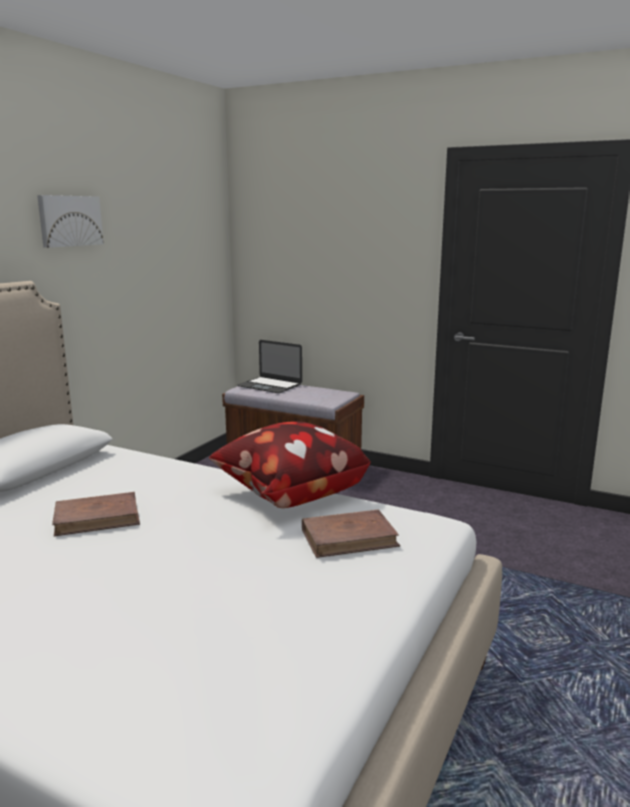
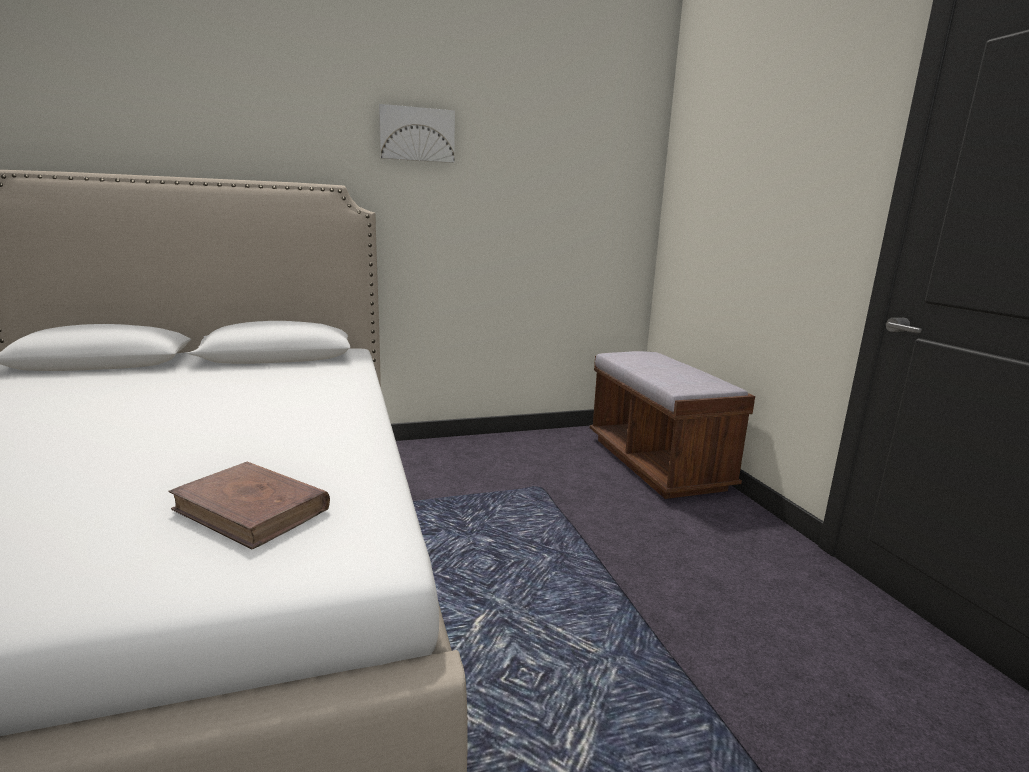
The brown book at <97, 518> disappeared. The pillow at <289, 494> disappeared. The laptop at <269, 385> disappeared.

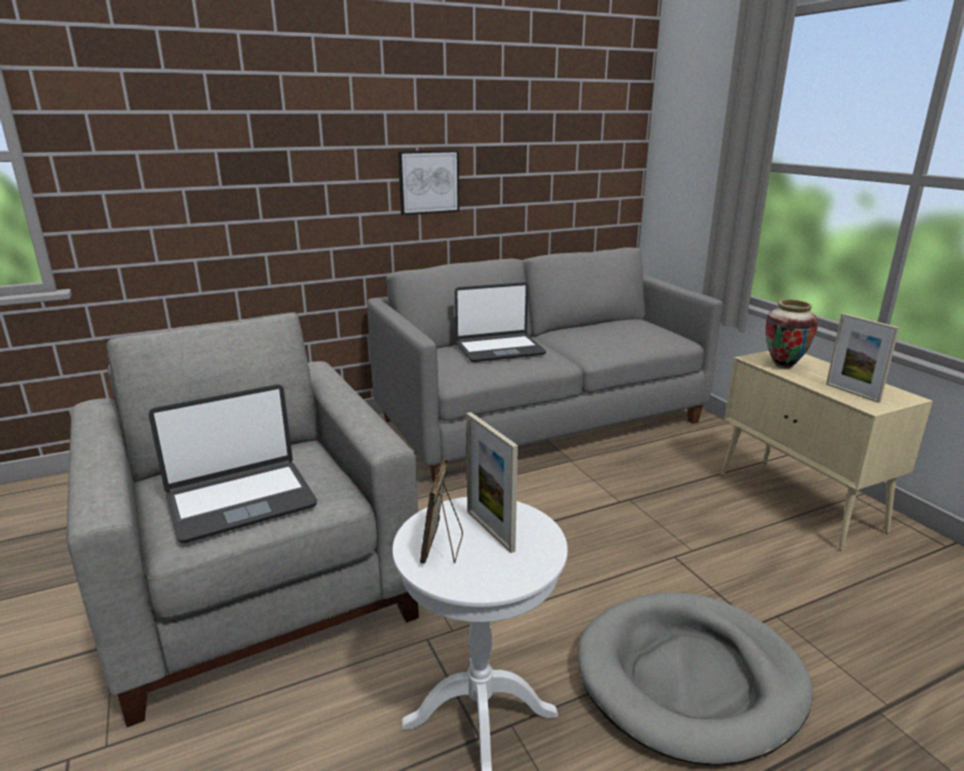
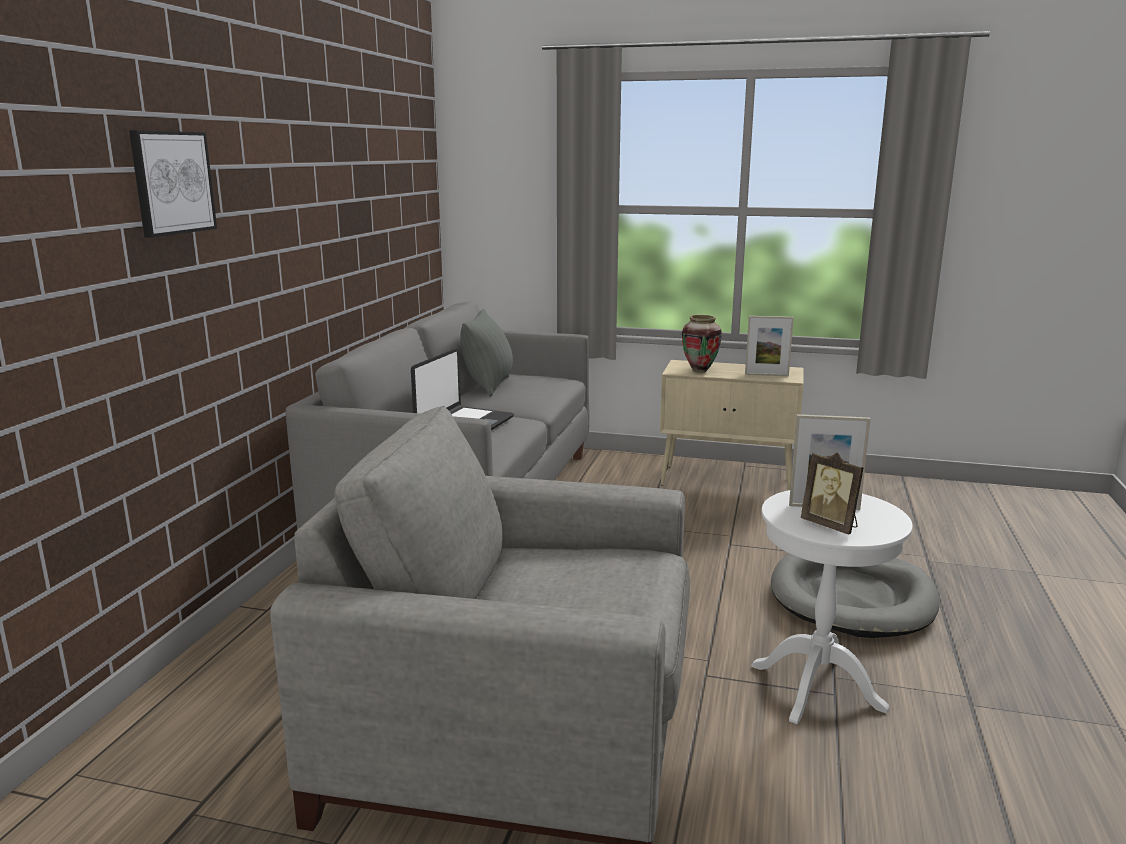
The laptop at <241, 501> disappeared. The grey pillow at <489, 386> appeared. The picture moved from <428, 182> to <172, 182>.

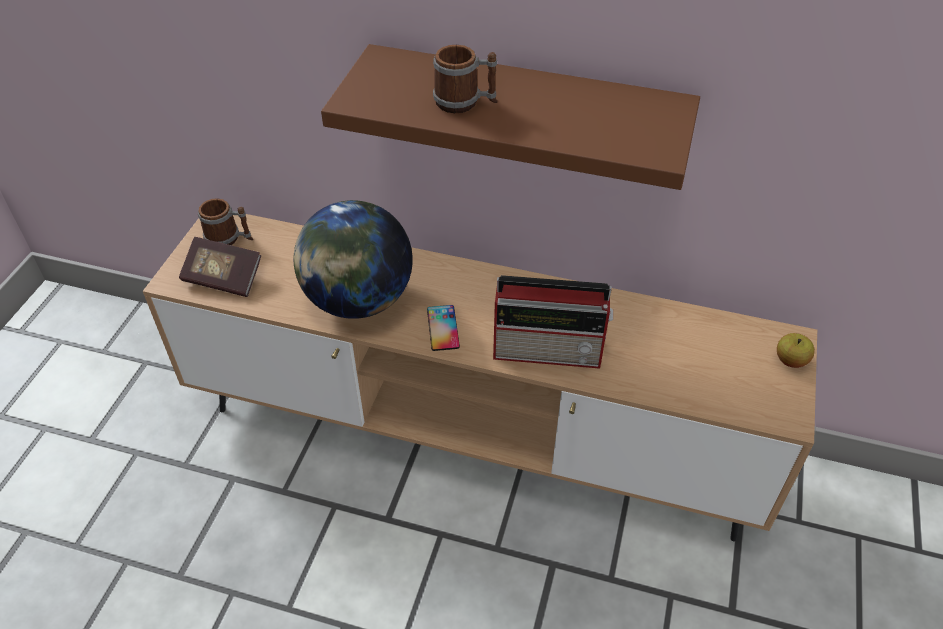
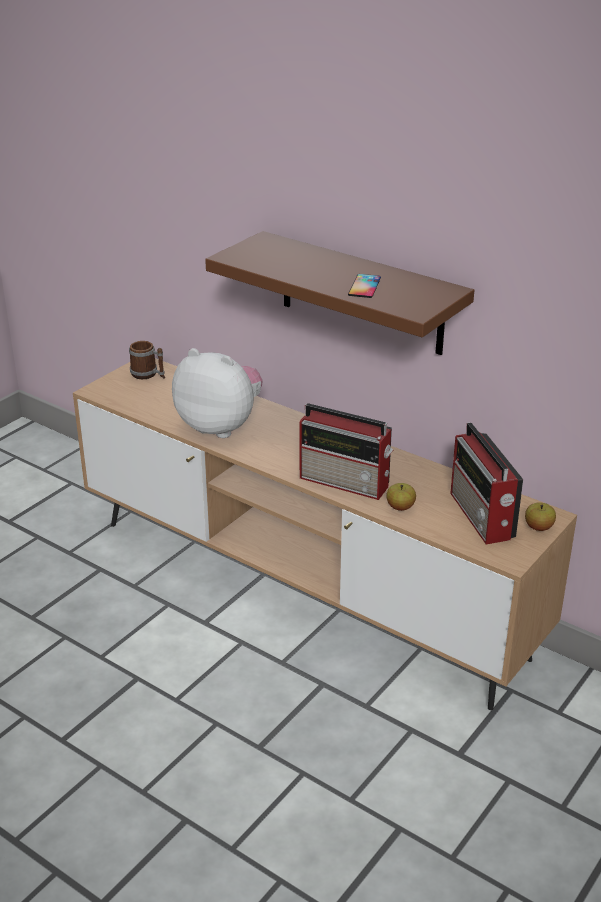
The book at <223, 278> disappeared. The mug at <465, 102> disappeared. The apple at <400, 507> appeared. The radio at <482, 517> appeared. The phone moved from <443, 328> to <364, 286>. The globe at <358, 300> was replaced by the plush toy at <220, 426>.

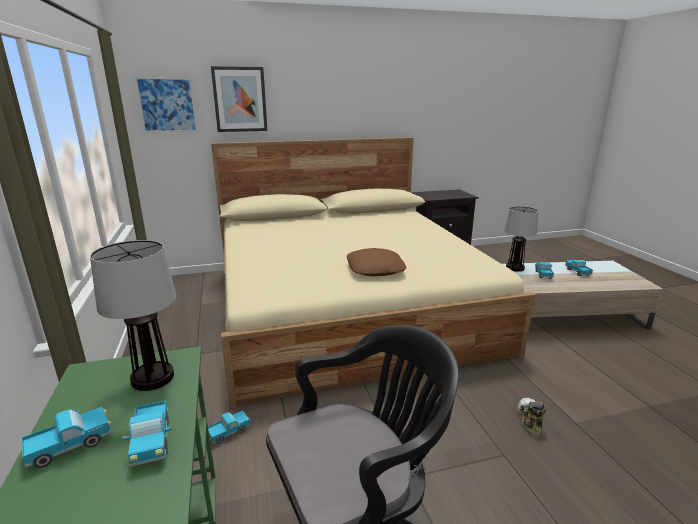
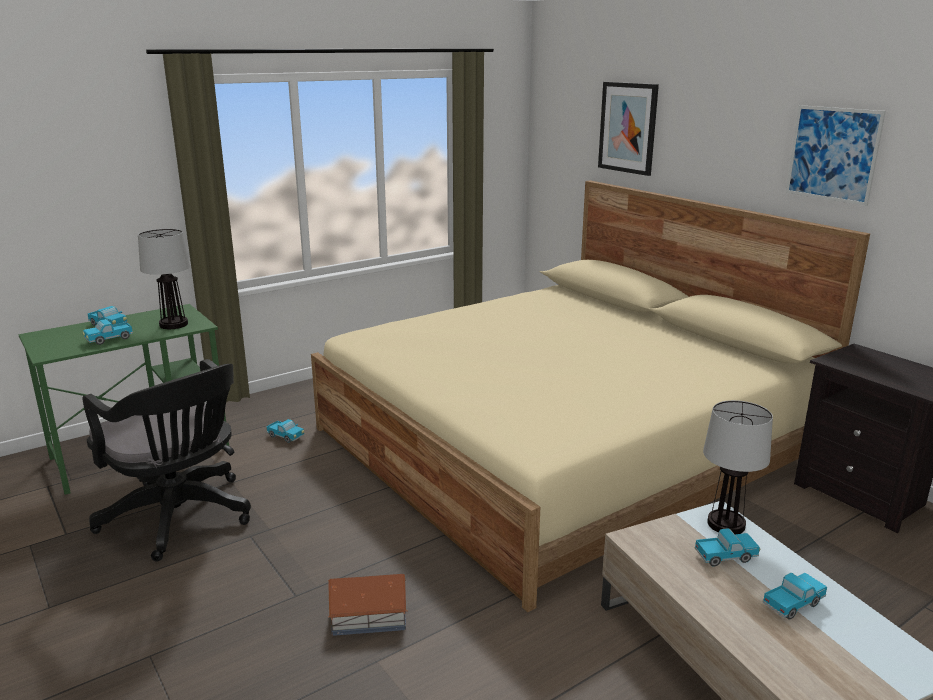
The brown pillow at <375, 269> disappeared. The picture moved from <167, 105> to <833, 154>. The shoe at <529, 419> was replaced by the toy house at <368, 616>.

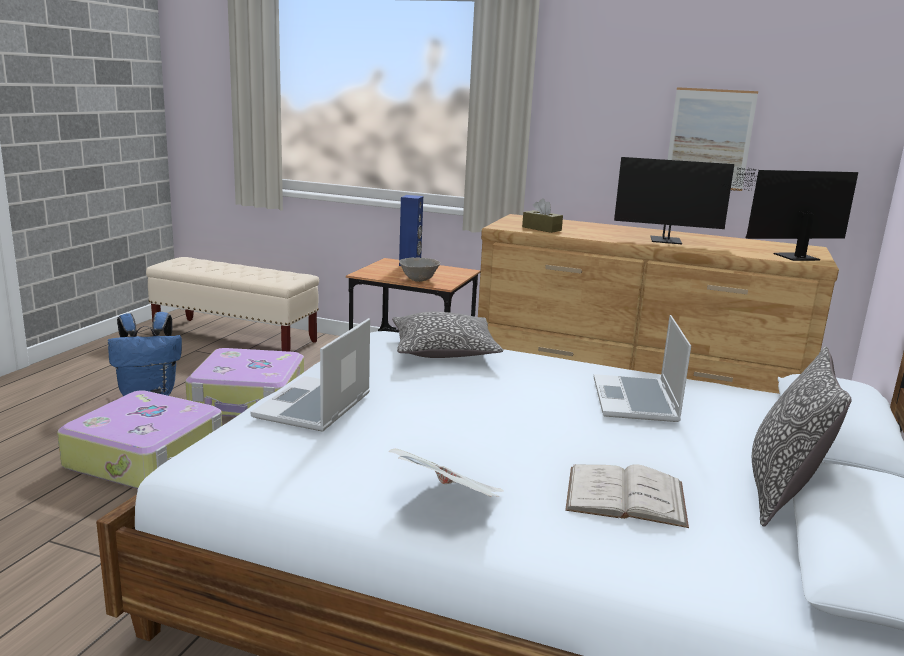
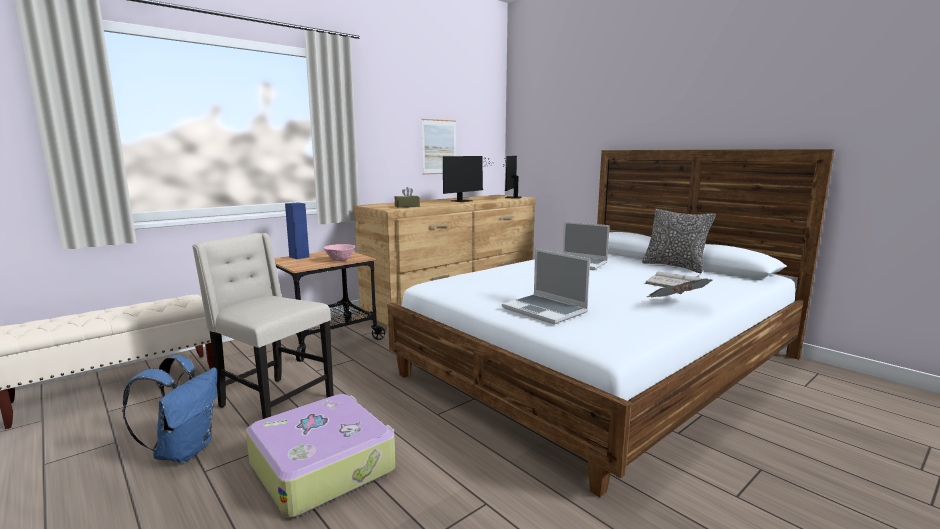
The pillow at <444, 350> disappeared. The suitcase at <249, 399> was replaced by the beige chair at <273, 402>. The grey bowl at <419, 279> became the pink bowl at <340, 260>.

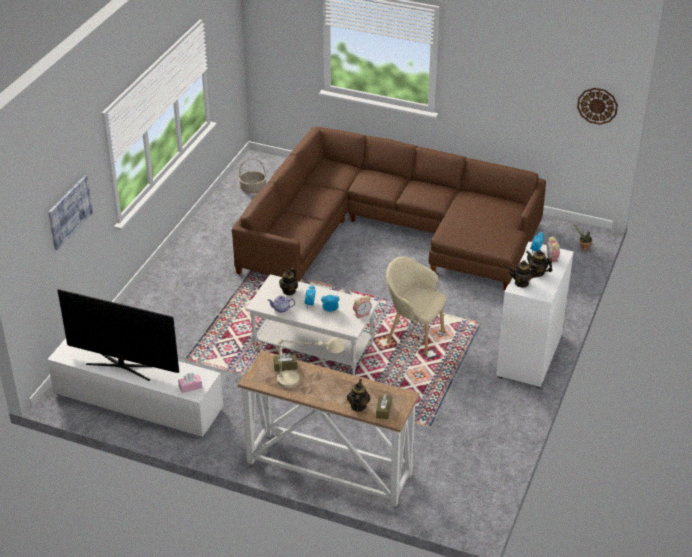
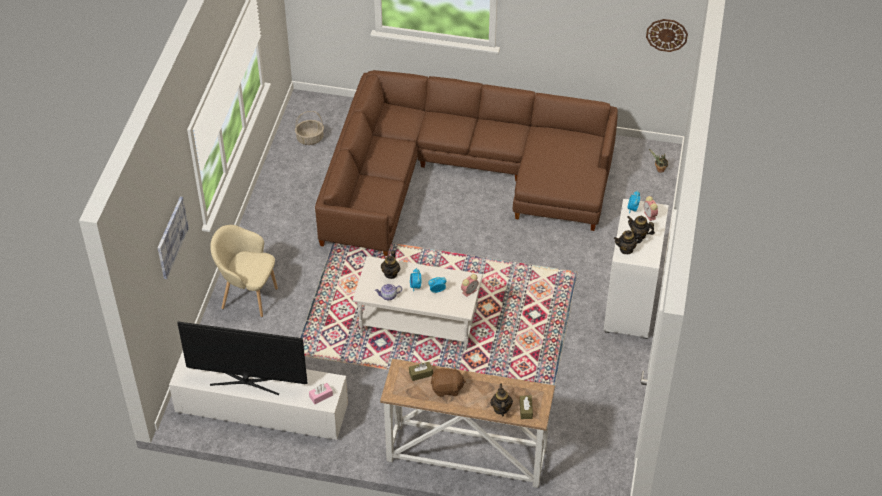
The beige armchair moved from <413, 336> to <248, 296>. The beige table lamp at <308, 382> was replaced by the brown plush toy at <447, 388>.

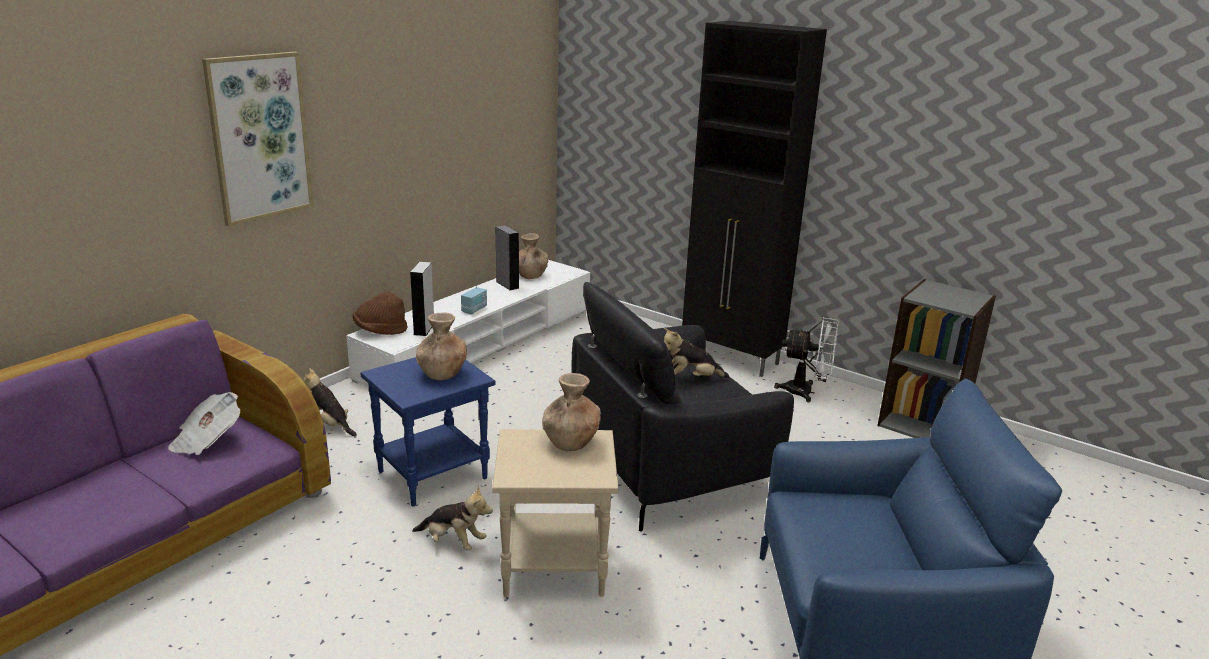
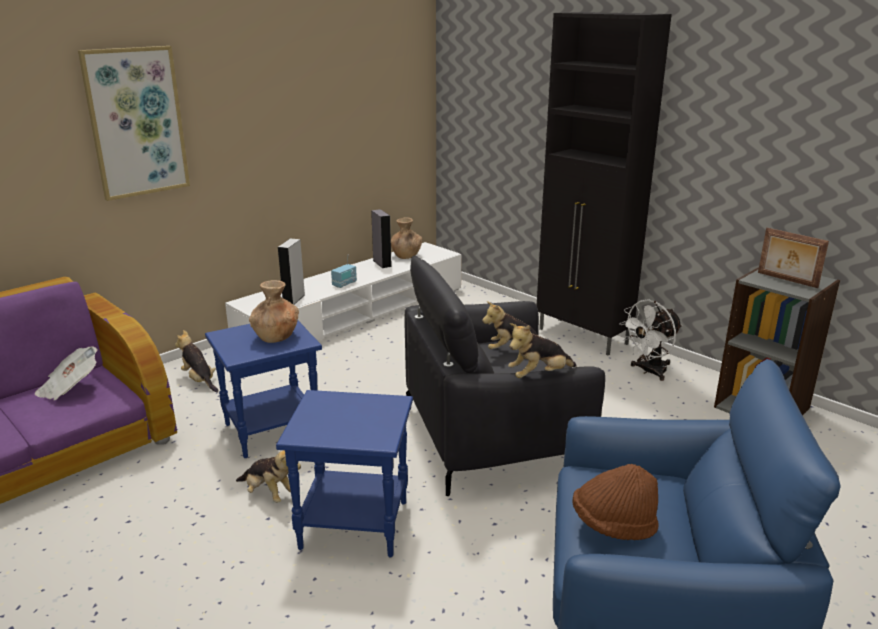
The brown vase at <571, 441> disappeared. The plush toy at <539, 375> appeared. The picture frame at <786, 280> appeared. The brown hat moved from <380, 330> to <613, 525>. The beige side table at <555, 566> became the blue side table at <356, 523>. The white fan at <806, 392> turned 120 degrees clockwise.

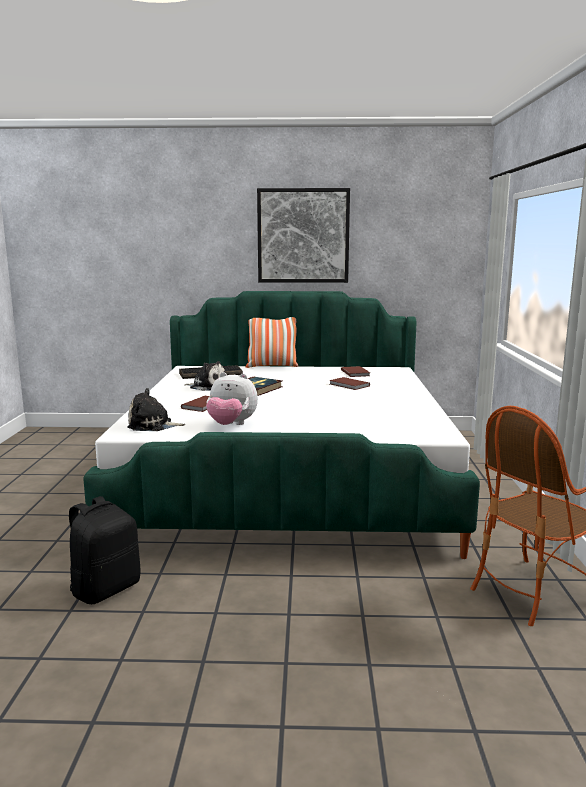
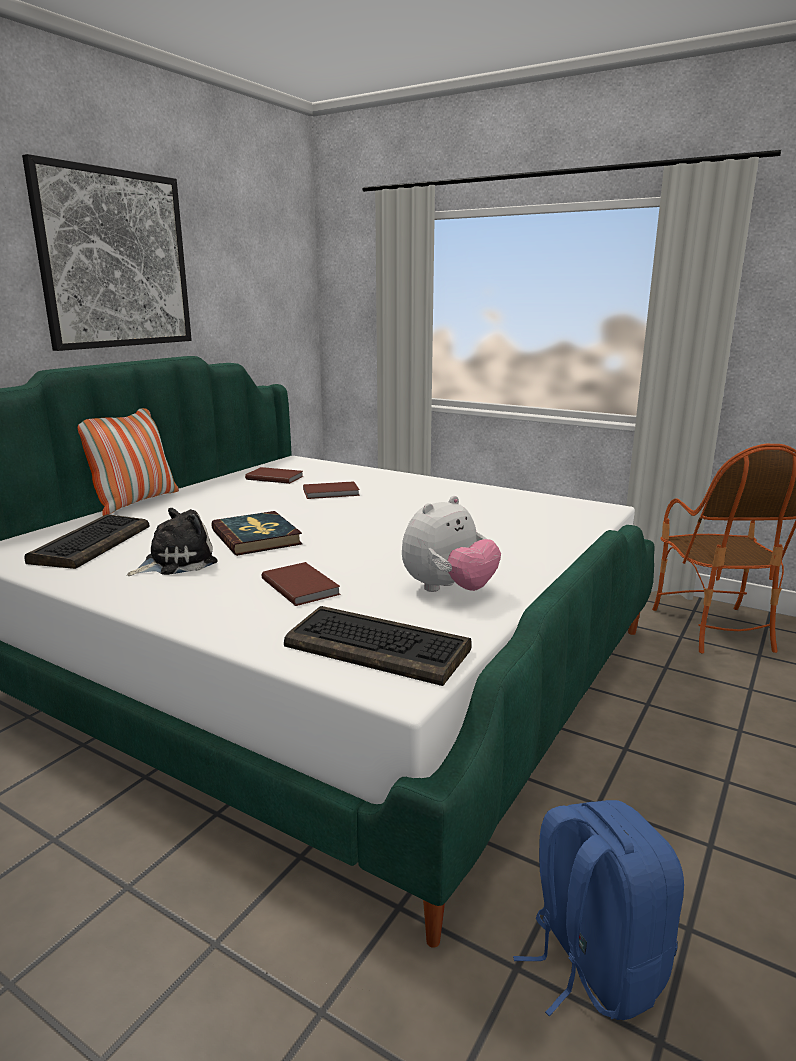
The plush toy at <153, 425> was replaced by the keyboard at <379, 648>. The black backpack at <106, 589> became the blue backpack at <592, 964>.

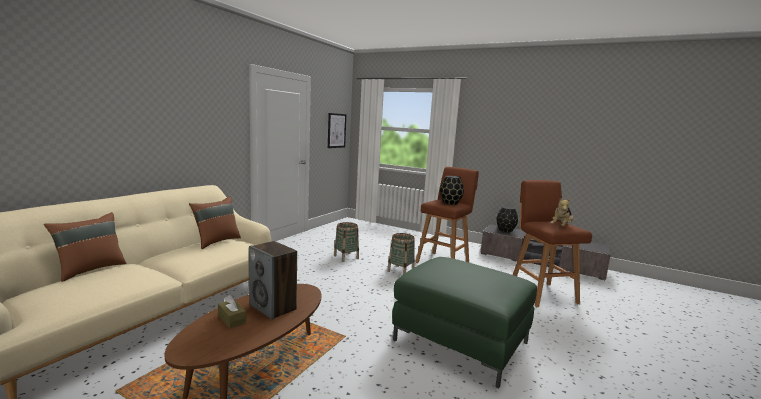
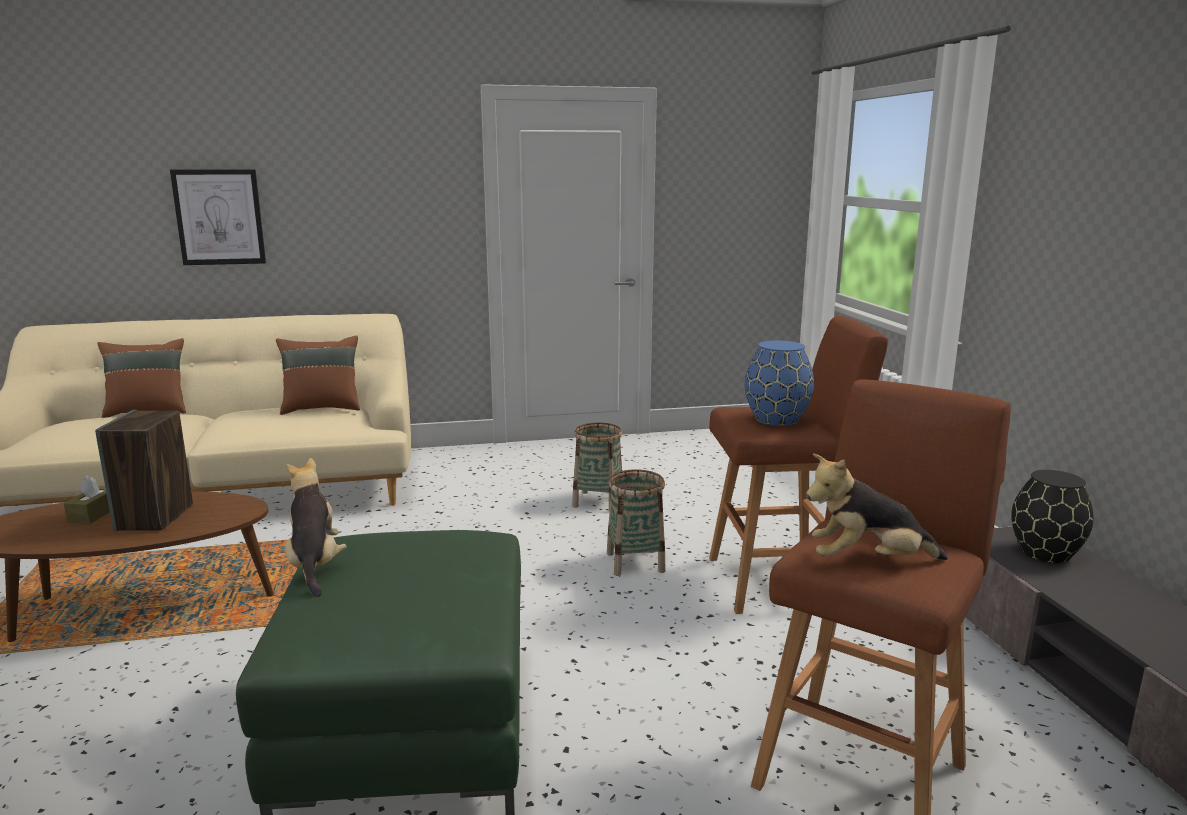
The plush toy at <315, 564> appeared. The picture moved from <336, 130> to <219, 217>. The black vase at <450, 203> became the blue vase at <775, 419>.

